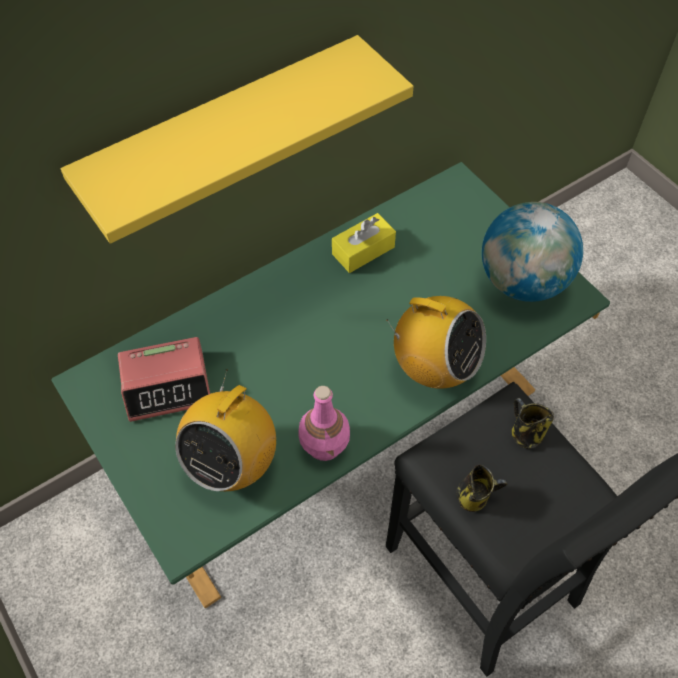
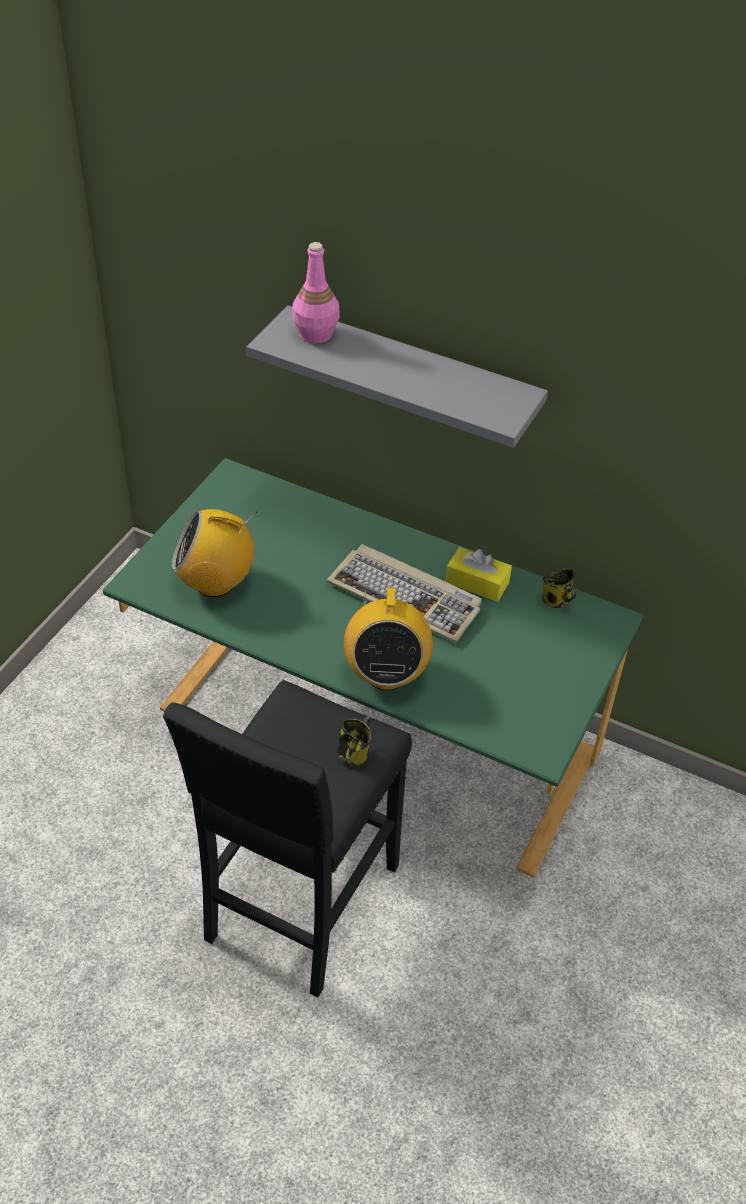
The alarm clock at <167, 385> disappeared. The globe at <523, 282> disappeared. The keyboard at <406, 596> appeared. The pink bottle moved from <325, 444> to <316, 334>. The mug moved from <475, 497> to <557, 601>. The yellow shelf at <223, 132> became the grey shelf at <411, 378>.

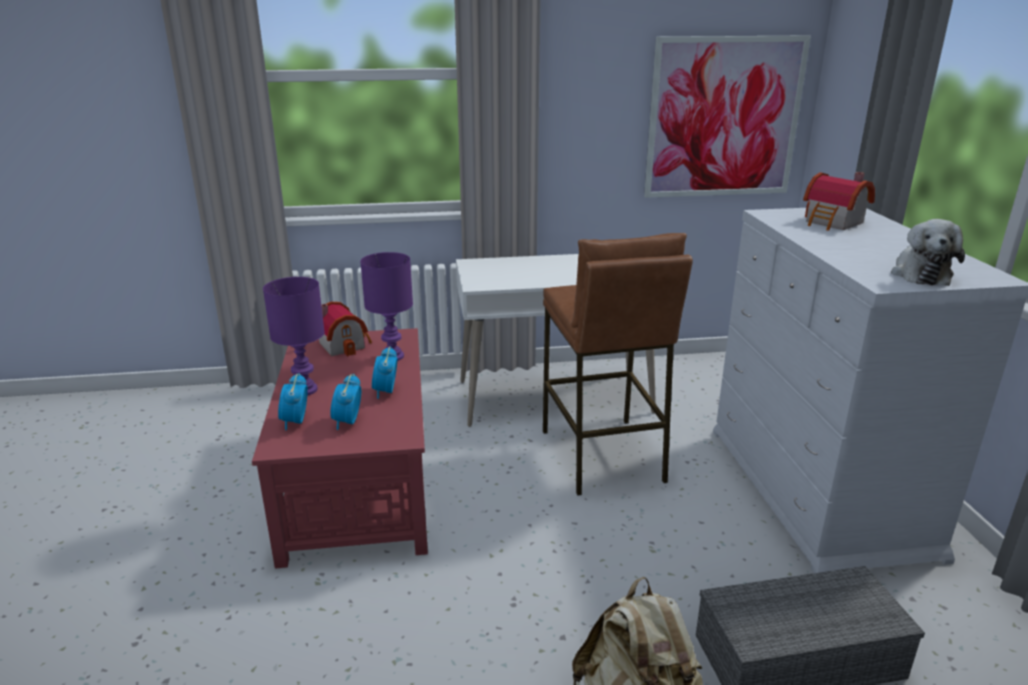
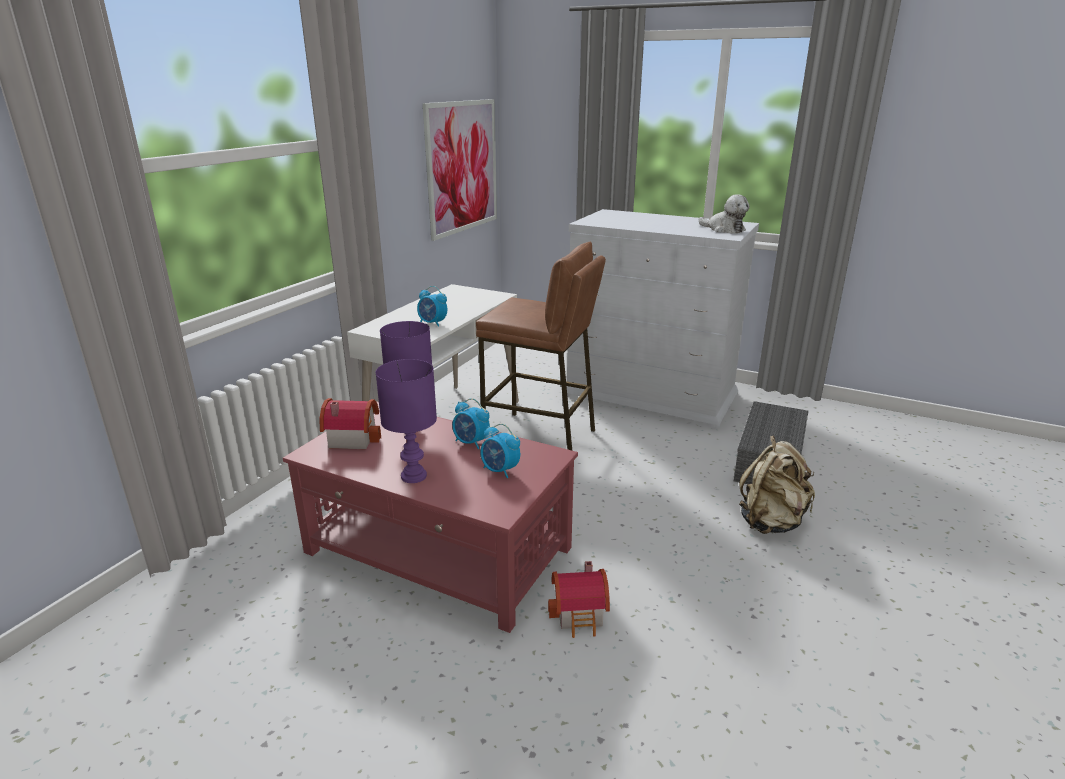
The alarm clock moved from <295, 422> to <432, 323>. The toy house moved from <834, 223> to <581, 615>.

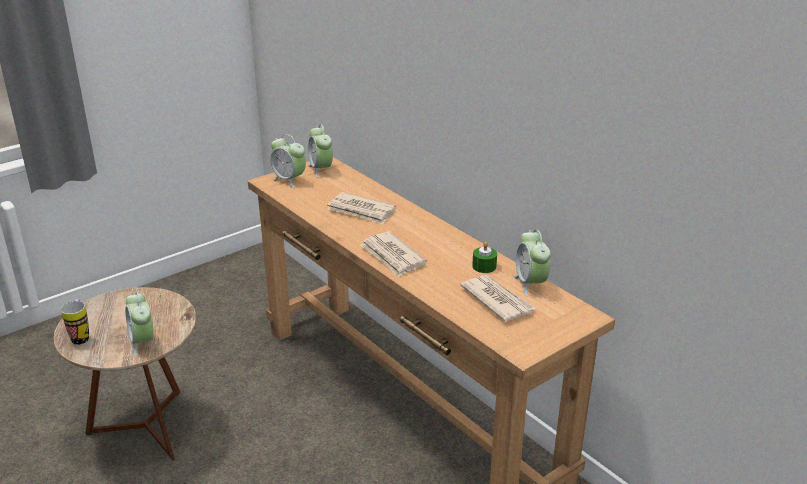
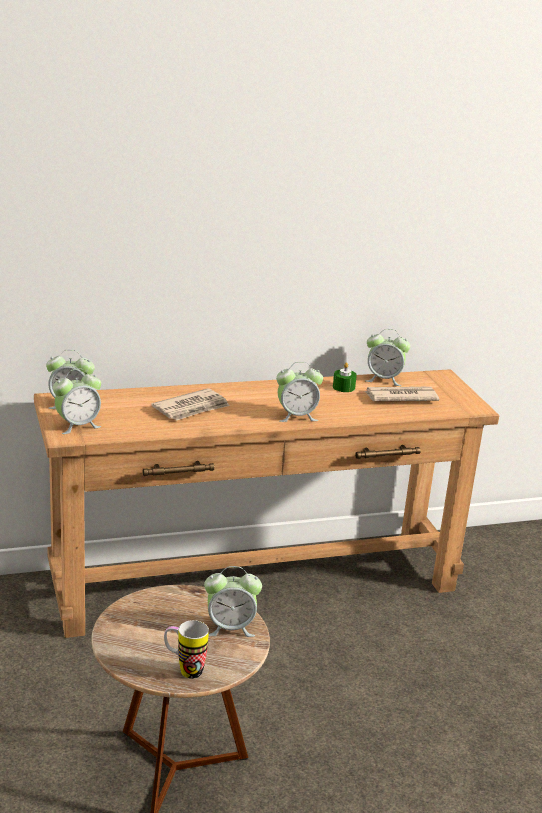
The newspaper at <392, 256> was replaced by the alarm clock at <296, 416>.

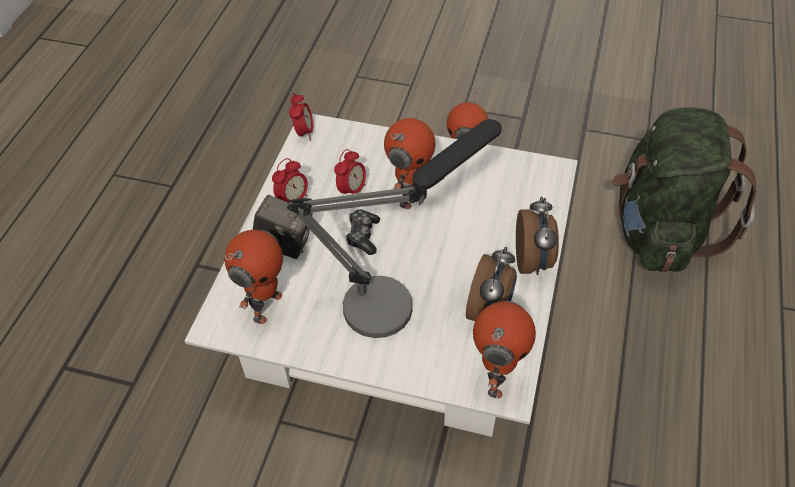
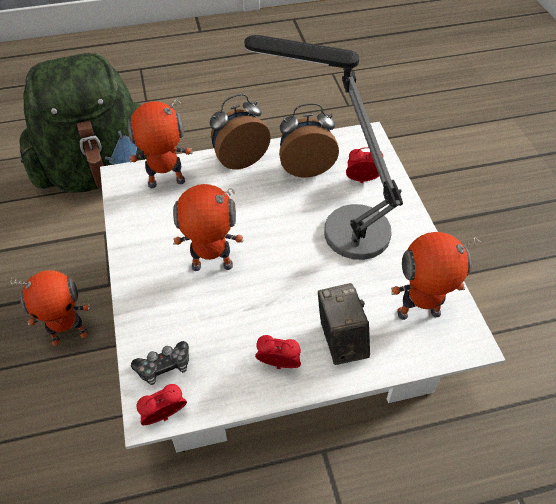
The alarm clock moved from <352, 190> to <361, 181>. The game controller moved from <363, 236> to <164, 367>. The toy robot moved from <496, 377> to <166, 183>.

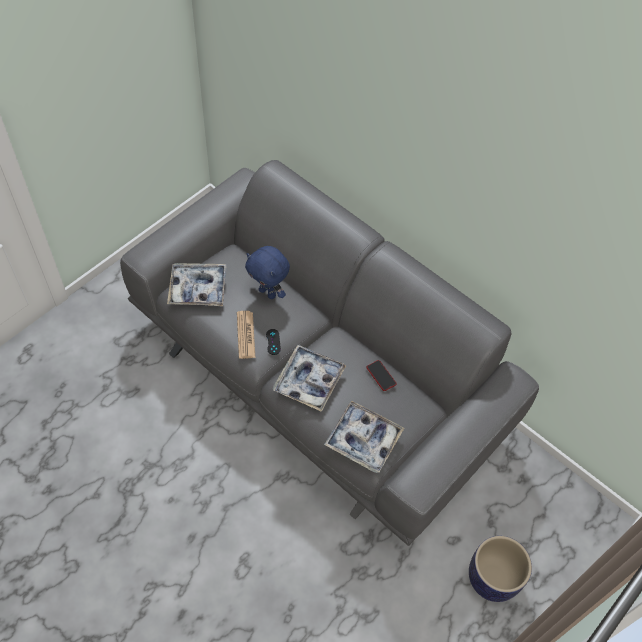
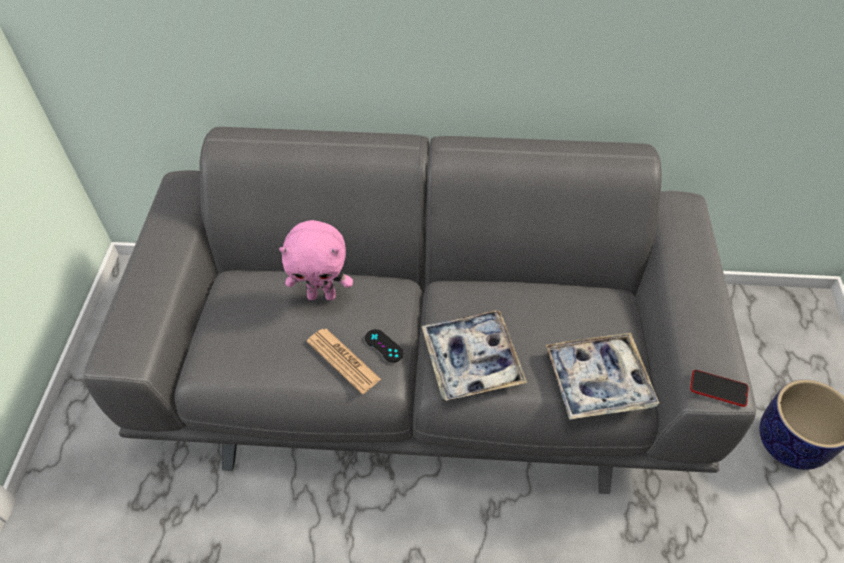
The tray at <198, 288> disappeared. The phone moved from <381, 376> to <718, 388>. The blue plush toy at <268, 293> became the pink plush toy at <322, 295>.

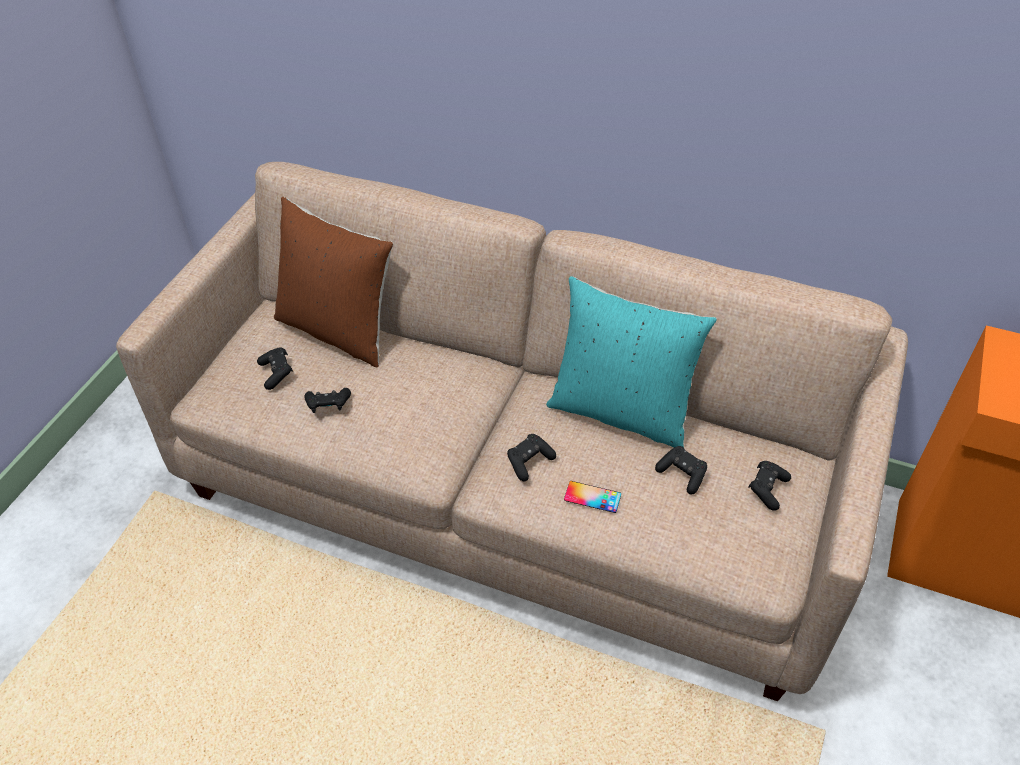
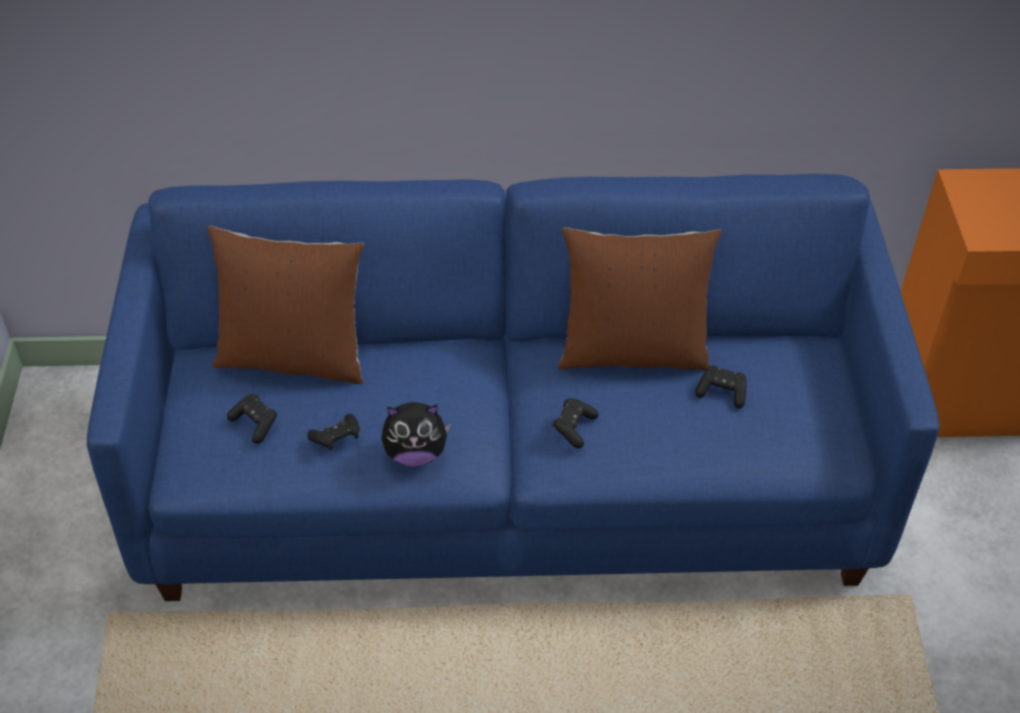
The phone at <592, 497> disappeared. The black game controller at <767, 489> disappeared. The plush toy at <415, 453> appeared. The beige sofa at <513, 490> became the blue sofa at <509, 477>. The turquoise pillow at <621, 411> became the brown pillow at <632, 351>.

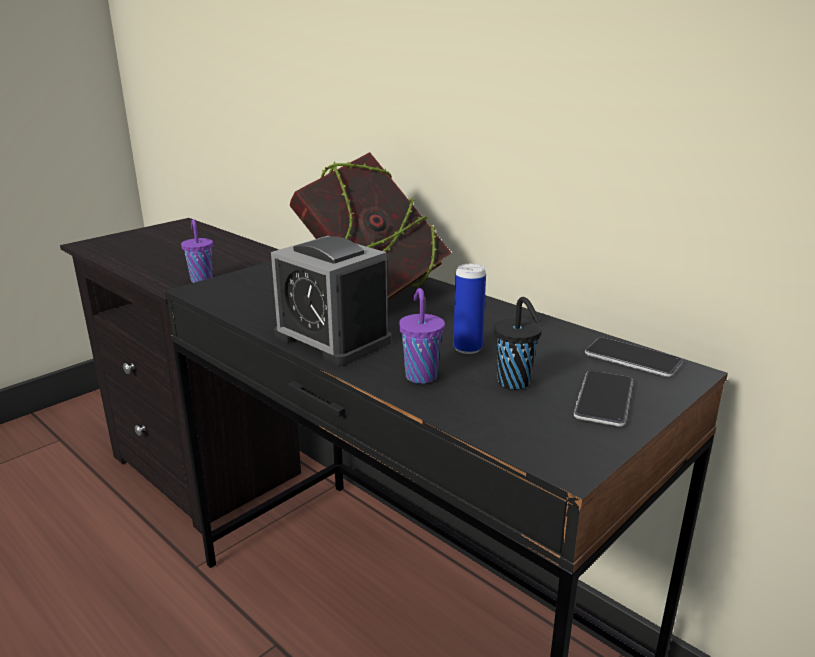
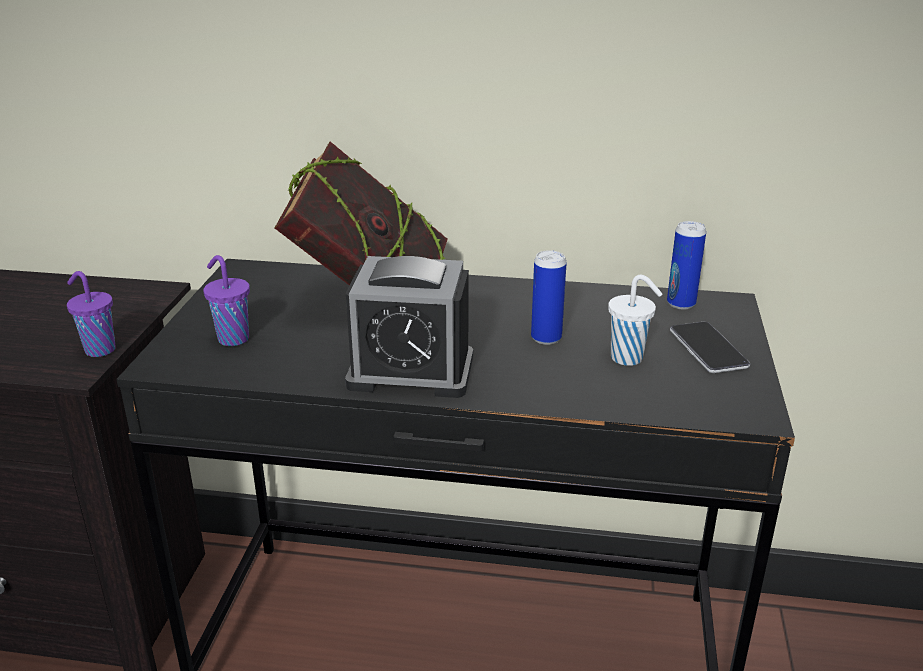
The purple cup moved from <420, 376> to <232, 338>. The phone at <632, 359> was replaced by the can at <681, 303>. The black cup at <515, 383> became the white cup at <629, 358>.

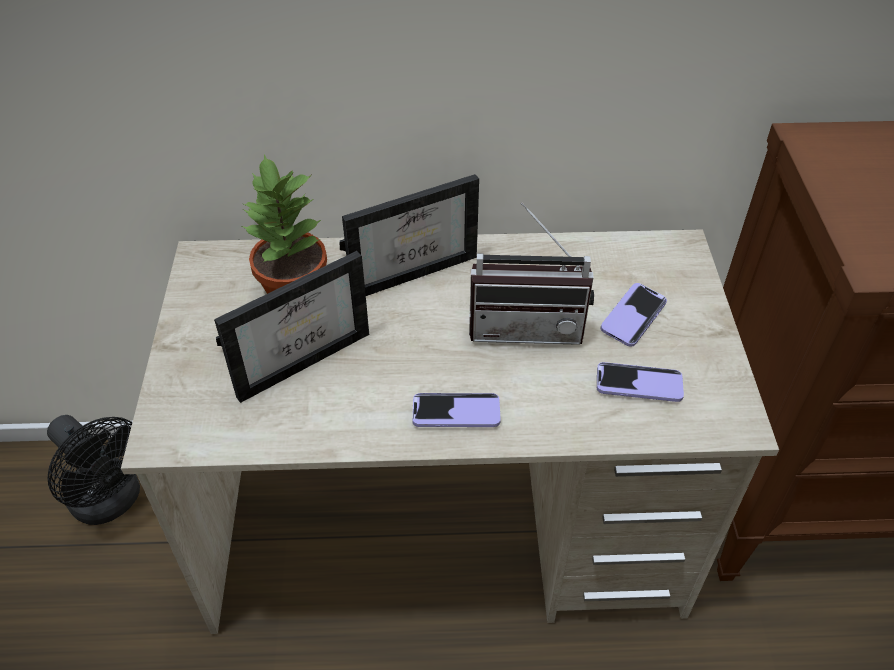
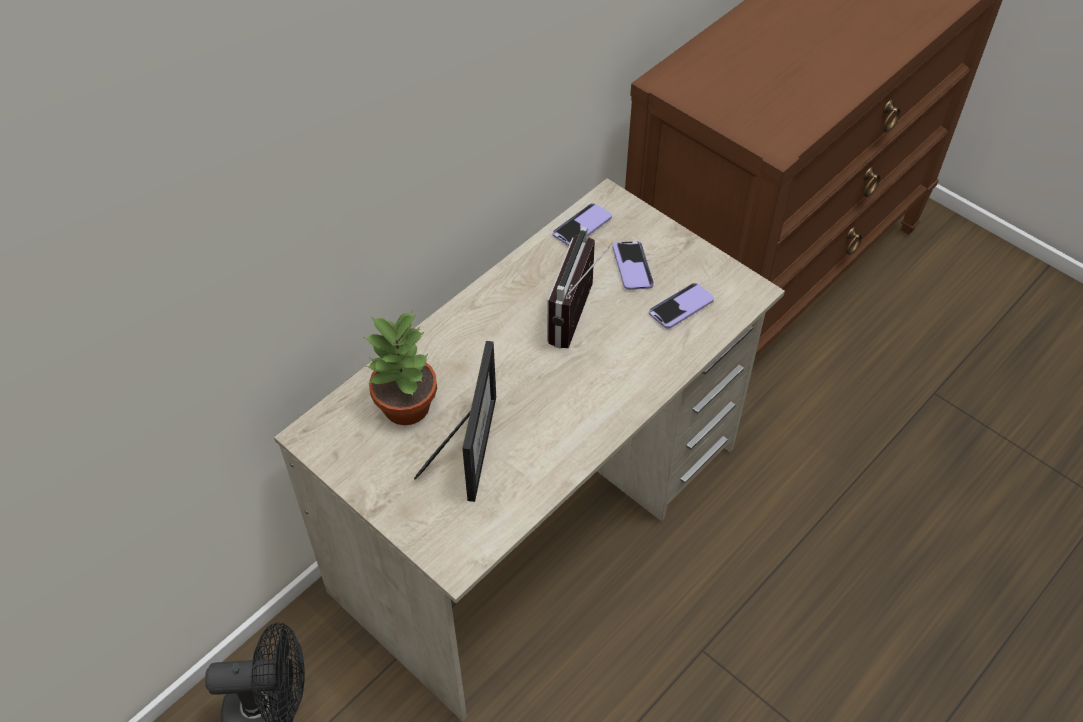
The picture frame at <411, 267> disappeared. The phone moved from <456, 412> to <582, 226>. The radio at <527, 325> turned 150 degrees clockwise.

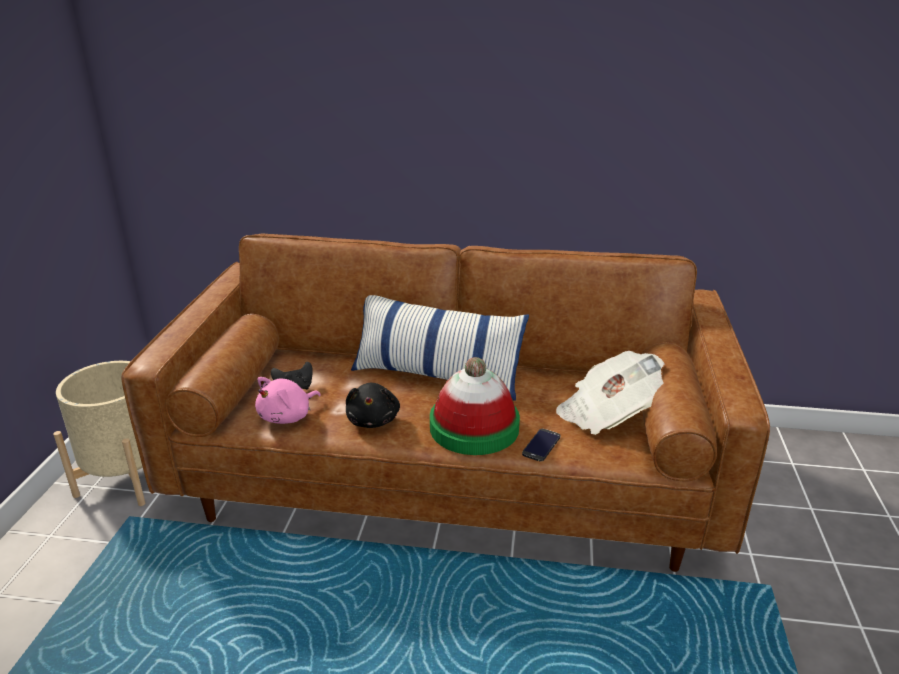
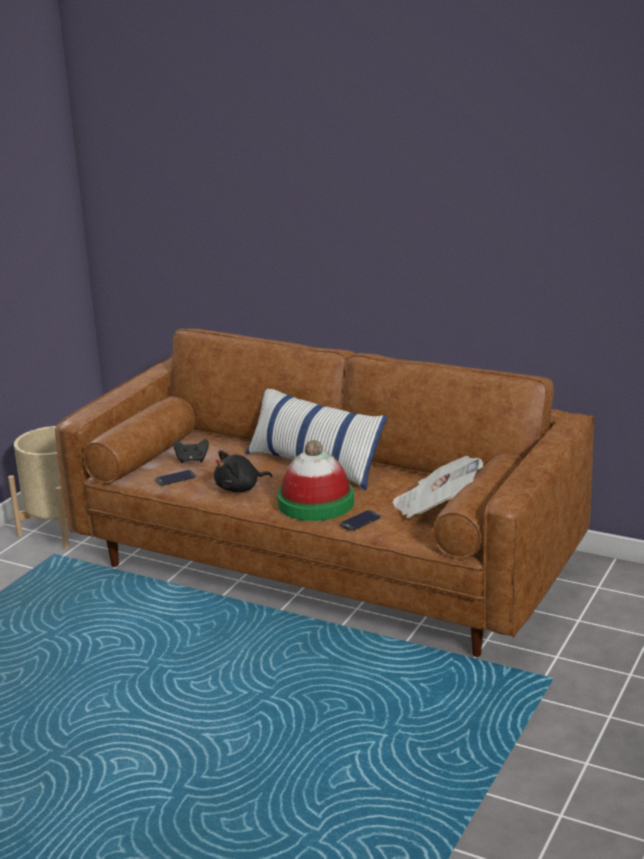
The pink plush toy at <288, 416> was replaced by the phone at <175, 478>. The black plush toy at <373, 420> turned 45 degrees clockwise.

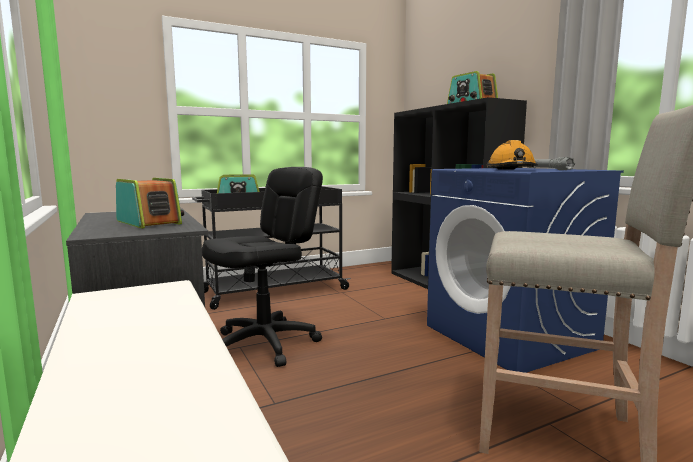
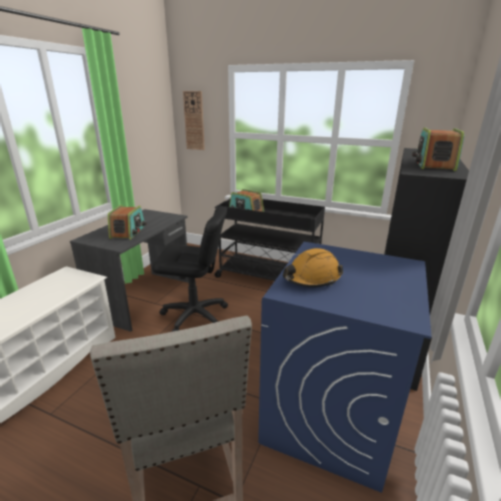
The grey flashlight at <548, 169> disappeared. The wall clock at <194, 121> appeared.

